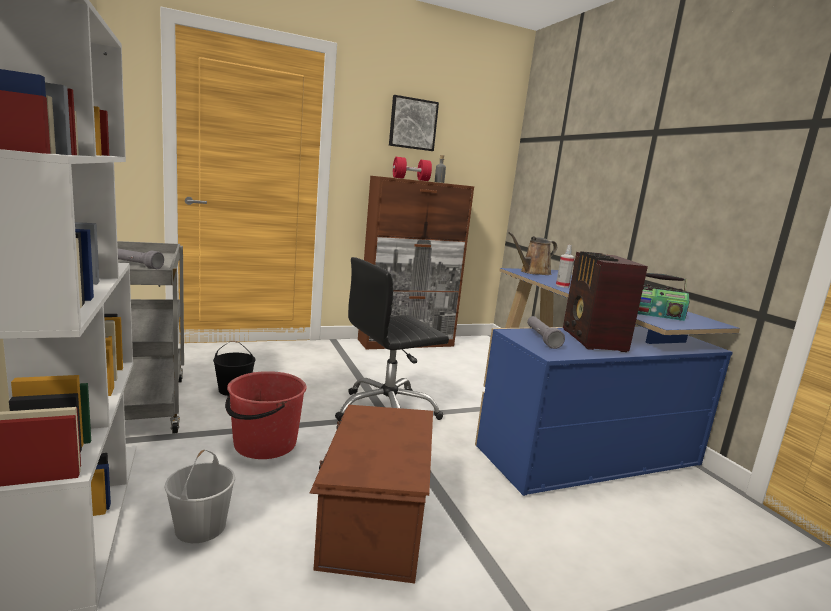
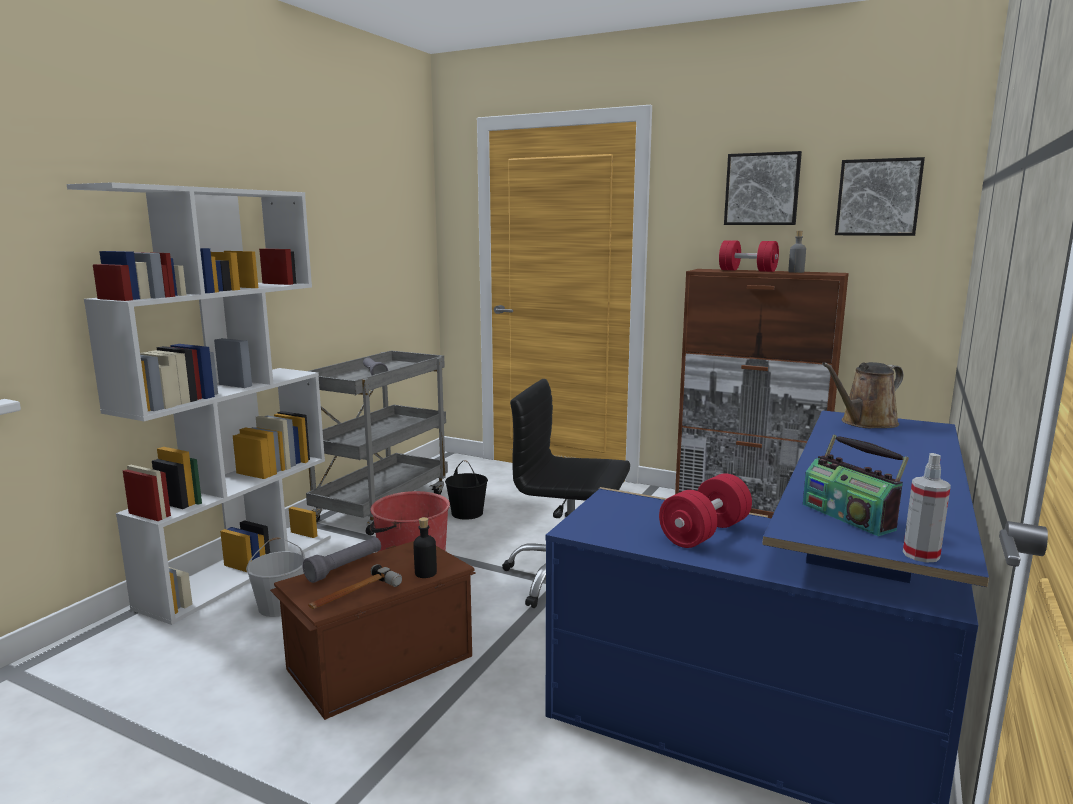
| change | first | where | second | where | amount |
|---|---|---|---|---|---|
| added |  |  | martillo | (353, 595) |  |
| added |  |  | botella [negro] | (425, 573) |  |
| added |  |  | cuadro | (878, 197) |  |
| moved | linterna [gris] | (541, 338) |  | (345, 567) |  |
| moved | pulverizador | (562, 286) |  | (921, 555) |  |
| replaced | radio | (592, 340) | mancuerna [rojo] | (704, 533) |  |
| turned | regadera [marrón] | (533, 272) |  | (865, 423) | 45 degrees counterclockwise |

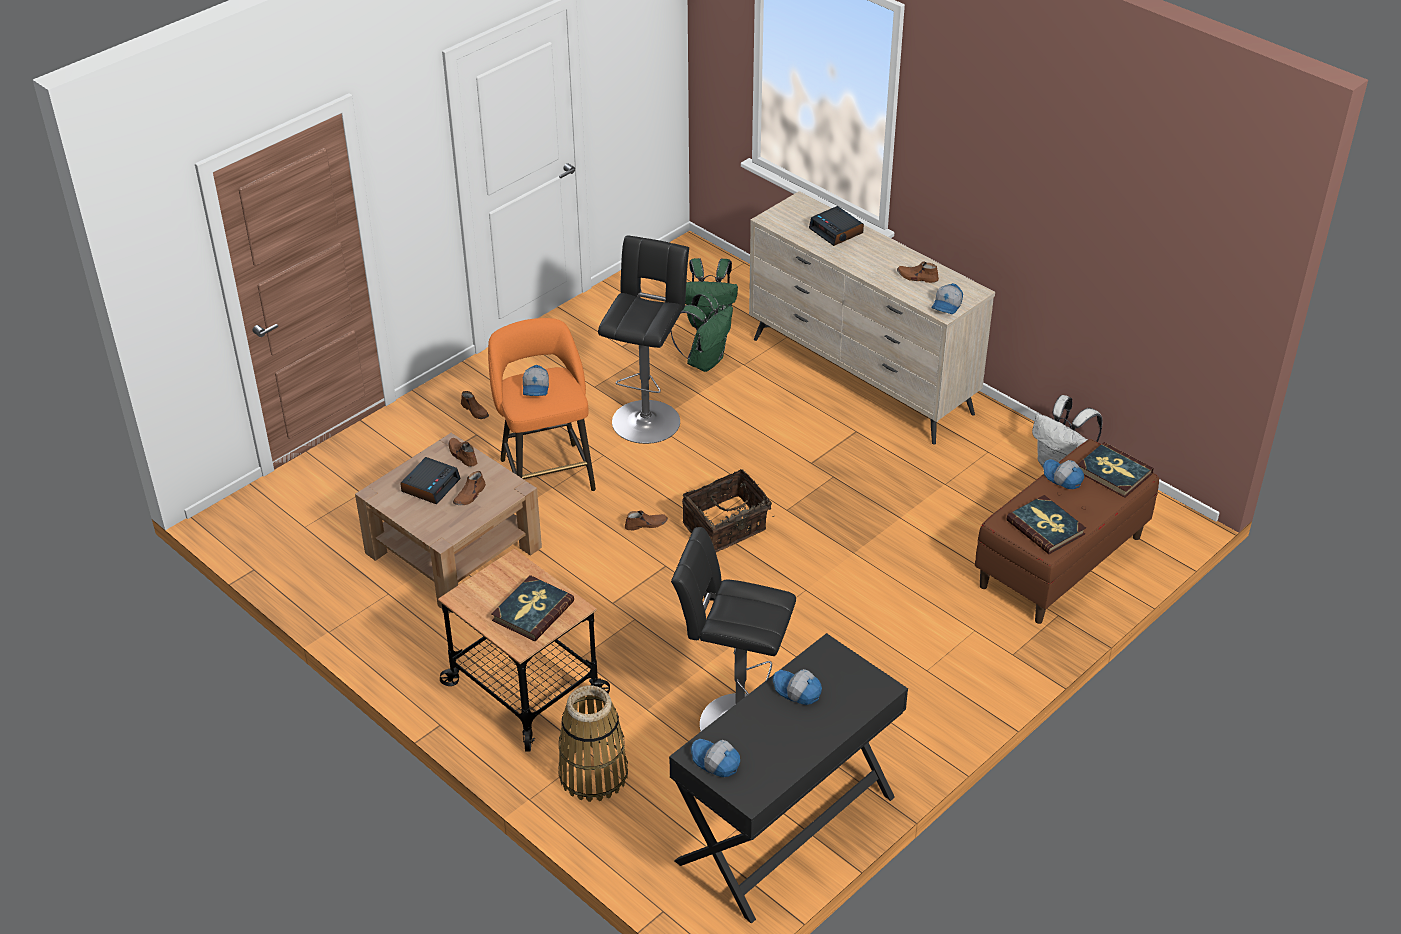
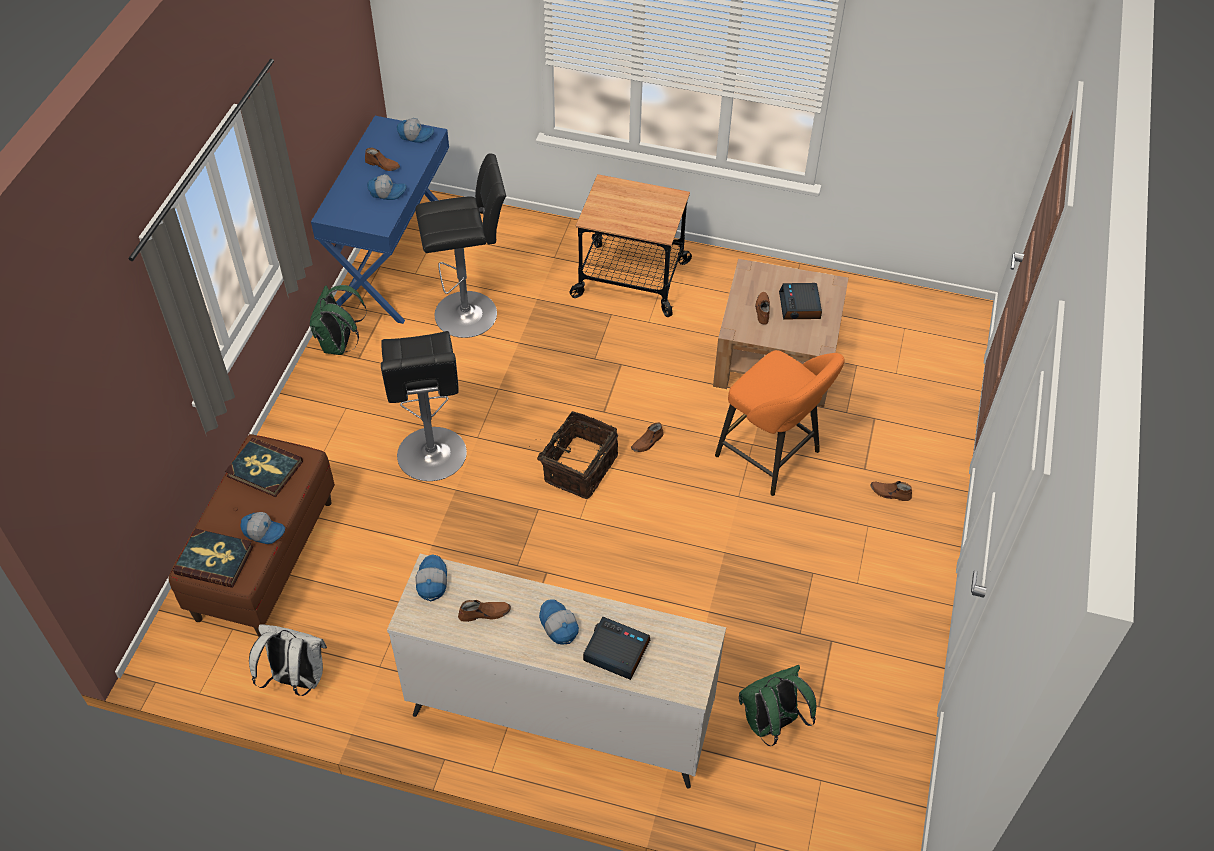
| change | first | where | second | where | amount |
|---|---|---|---|---|---|
| removed | libro | (532, 611) |  |  |  |
| removed | cesta | (593, 774) |  |  |  |
| moved | zapato [marrón] | (462, 455) |  | (383, 165) |  |
| moved | gorra | (536, 388) |  | (558, 626) |  |
| moved | taburete [negro] | (647, 418) |  | (432, 458) |  |
| moved | mochila [verde] | (704, 361) |  | (339, 345) |  |
| recoloured | escritorio [negro] | (787, 829) | escritorio [azul] | (394, 262) |  |

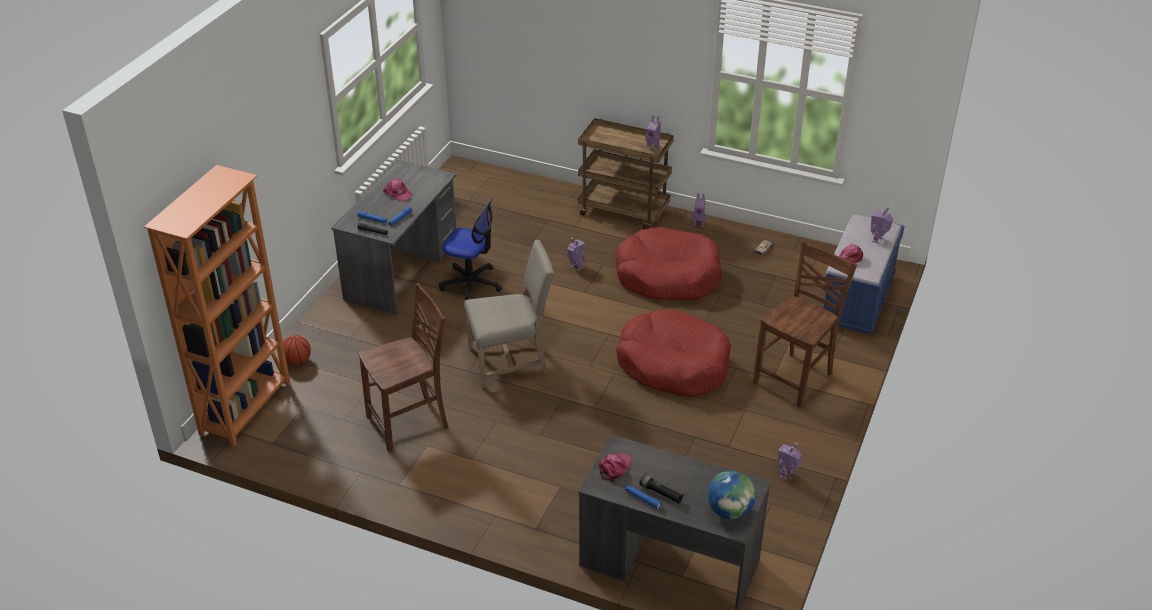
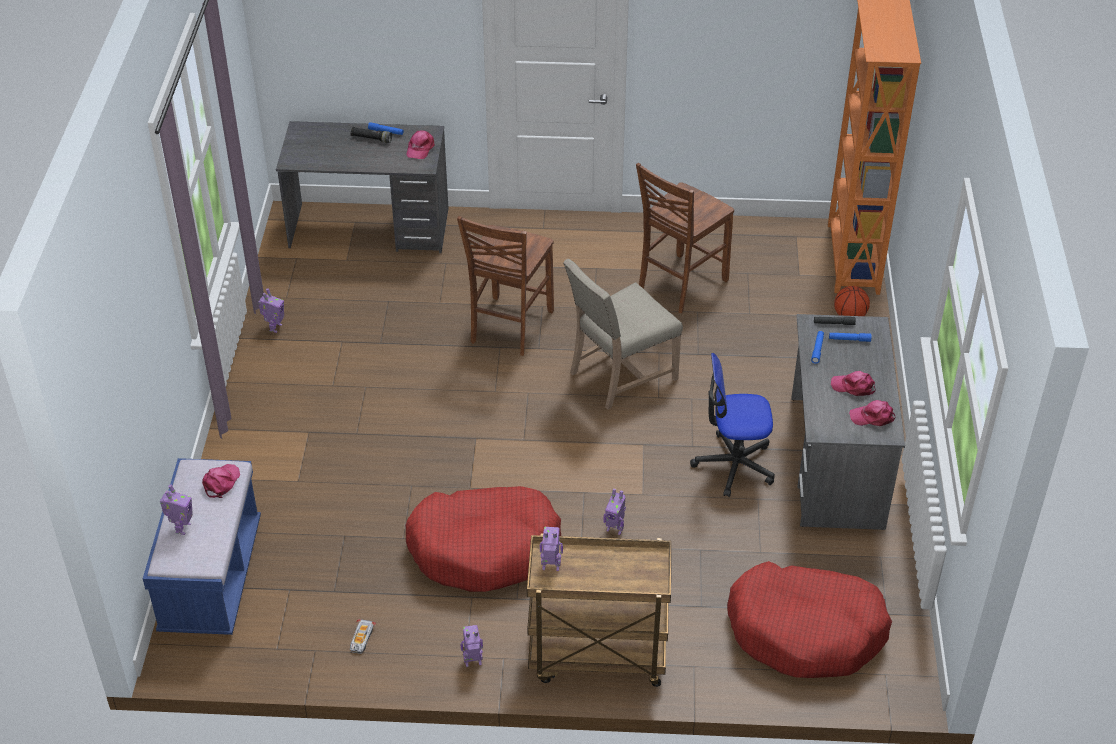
| change | first | where | second | where | amount |
|---|---|---|---|---|---|
| removed | globo terráqueo | (729, 511) |  |  |  |
| added |  |  | gorra [rosa] | (873, 417) |  |
| moved | cama para perro [rojo] | (673, 364) |  | (806, 631) |  |
| moved | silla [marrón] | (795, 379) |  | (509, 327) |  |

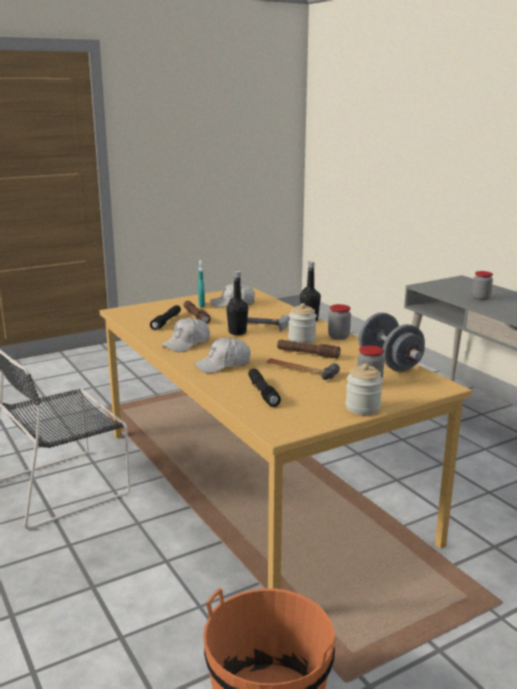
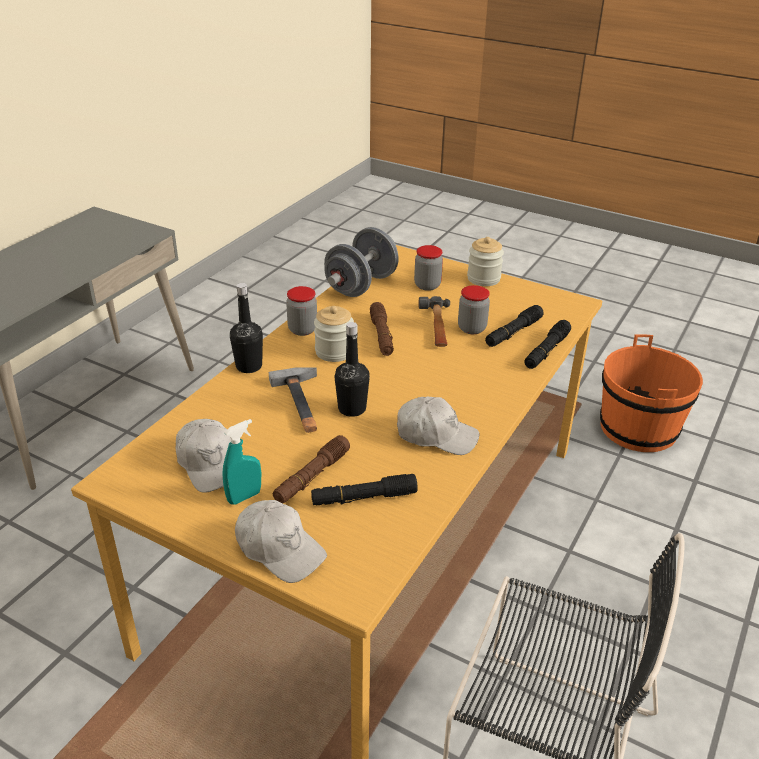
| change | first | where | second | where | amount |
|---|---|---|---|---|---|
| added |  |  | linterna [negro] | (546, 351) |  |
| moved | gorra [blanco] | (223, 365) |  | (279, 549) |  |
| moved | tarro | (480, 298) |  | (472, 328) |  |

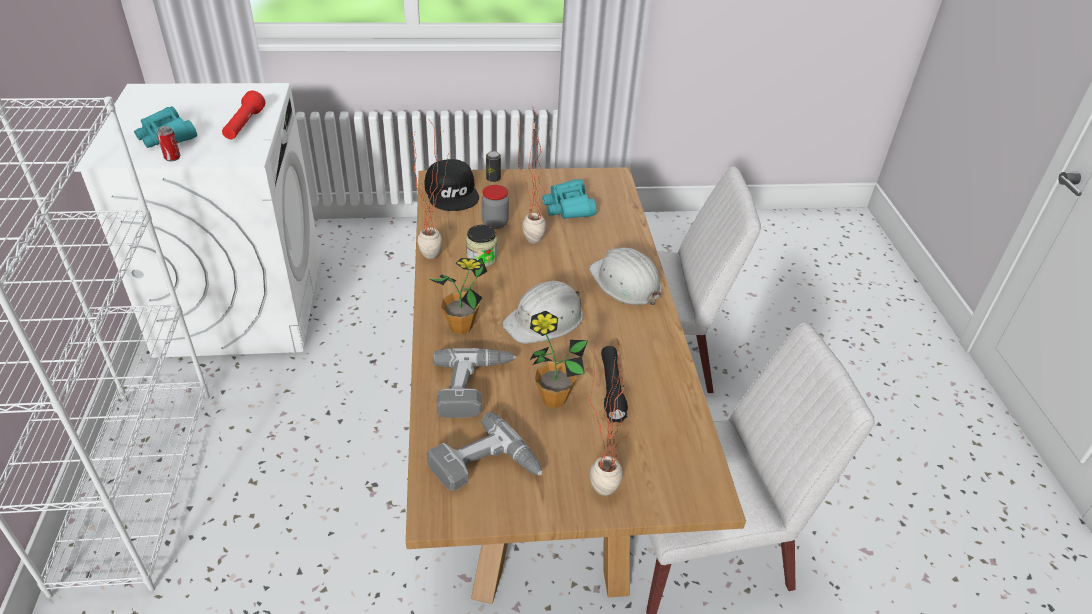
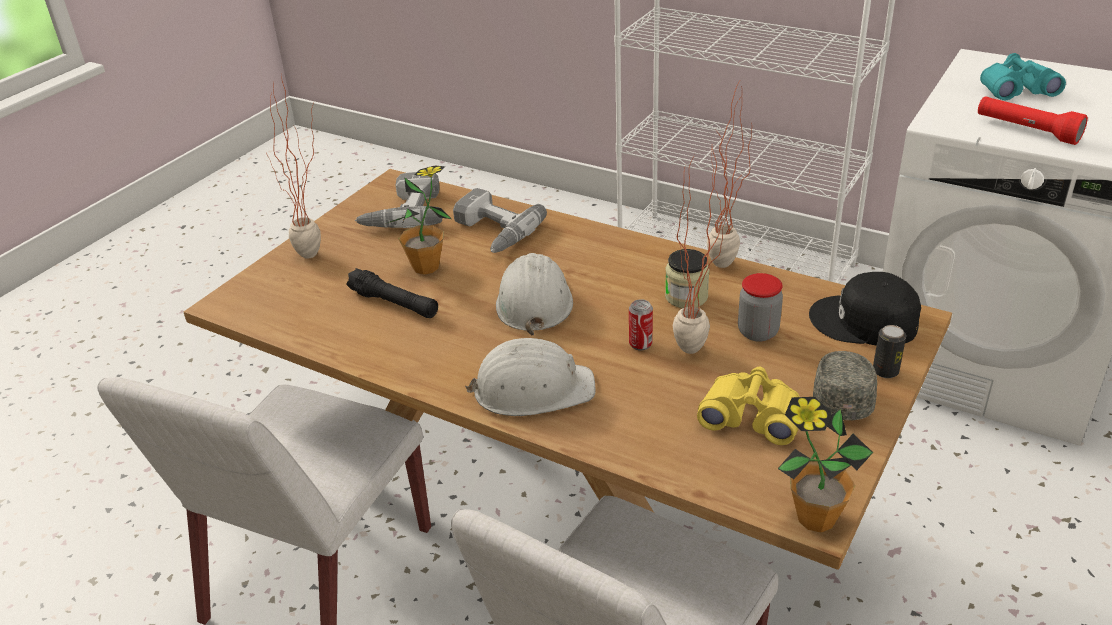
| change | first | where | second | where | amount |
|---|---|---|---|---|---|
| added |  |  | gorra [gris] | (842, 396) |  |
| moved | lata | (172, 158) |  | (640, 344) |  |
| moved | planta en maceta | (461, 327) |  | (816, 518) |  |
| recoloured | prismáticos [turquesa] | (568, 207) | prismáticos [amarillo] | (751, 416) |  |

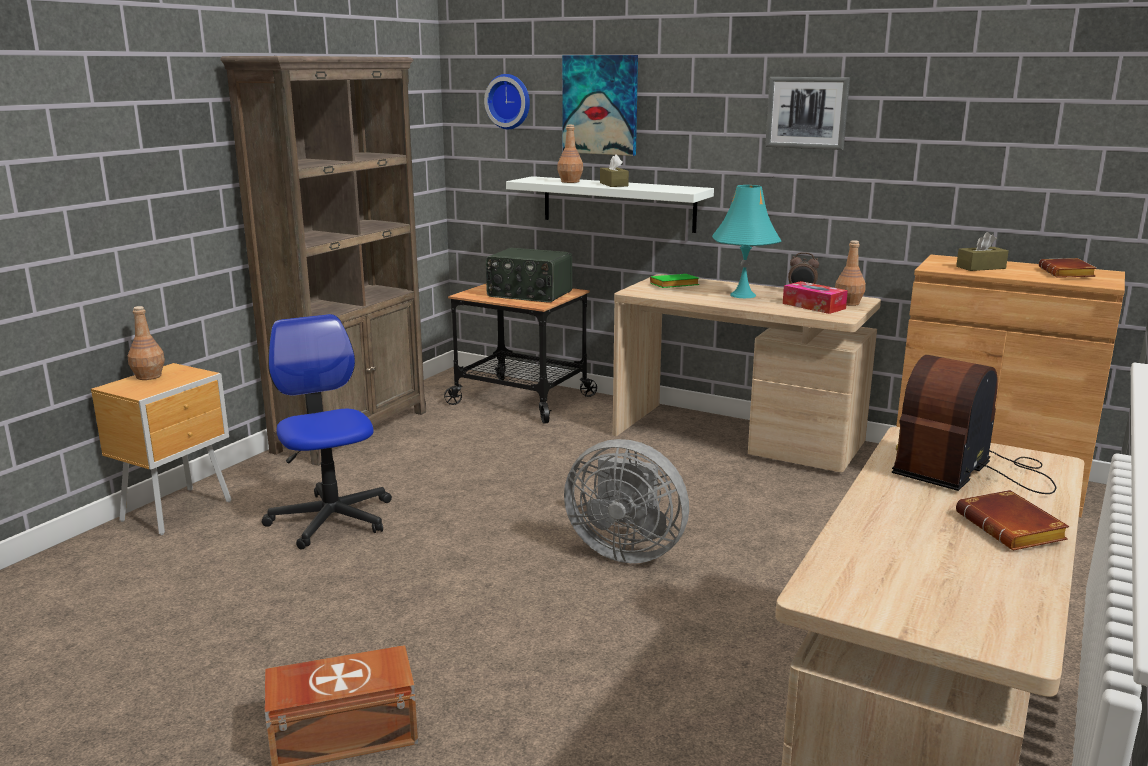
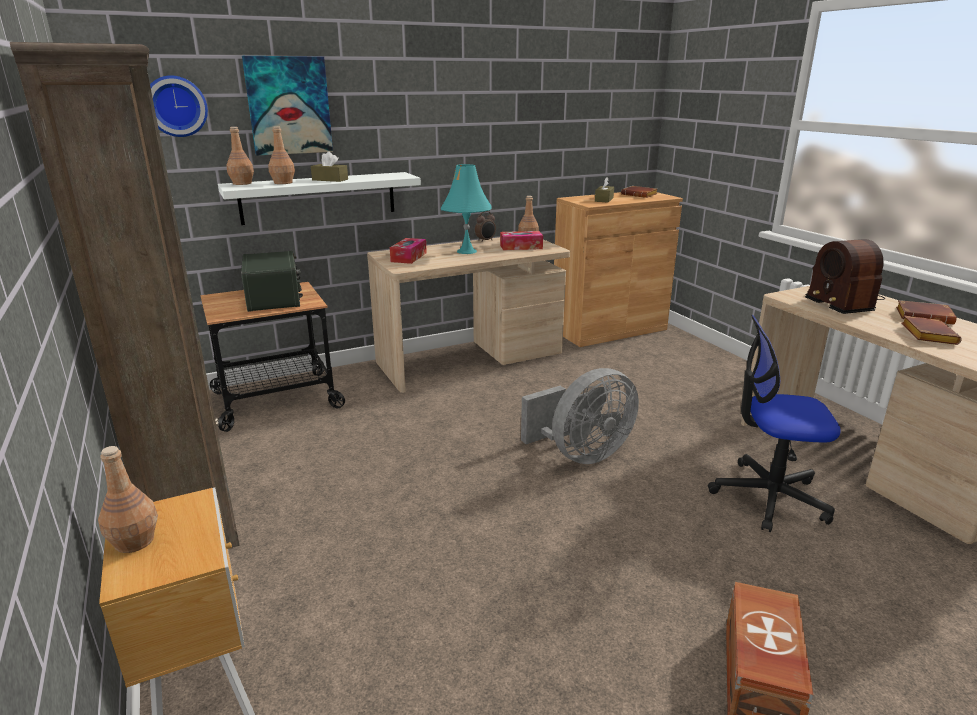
| change | first | where | second | where | amount |
|---|---|---|---|---|---|
| removed | cuadro | (807, 112) |  |  |  |
| added |  |  | botella [marrón] | (242, 183) |  |
| added |  |  | libro [marrón] | (926, 334) |  |
| moved | silla de oficina | (331, 519) |  | (768, 496) |  |
| replaced | libro [verde] | (673, 286) | caja de pañuelos | (408, 257) |  |
| turned | radio | (529, 294) |  | (275, 298) | 75 degrees counterclockwise |

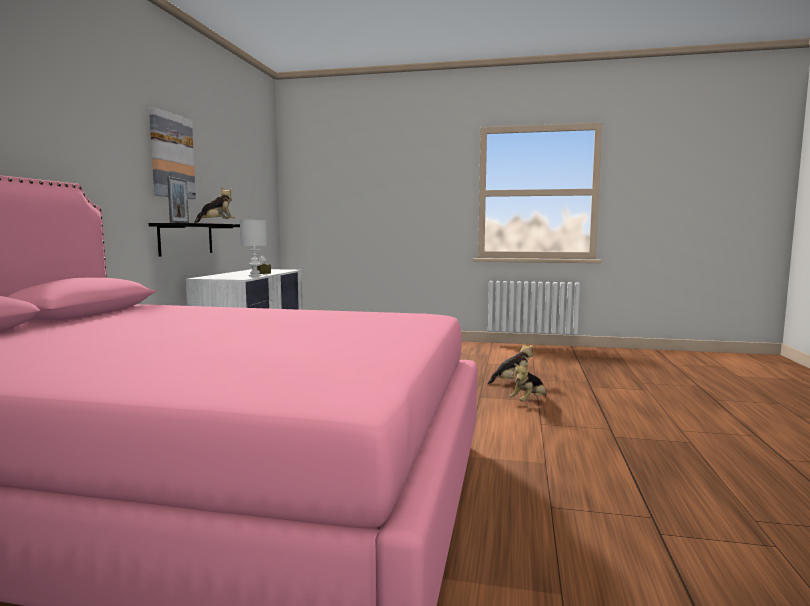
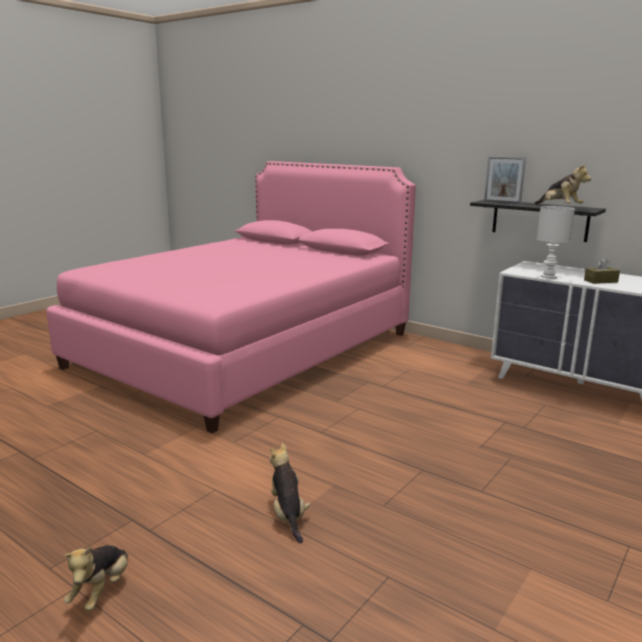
| change | first | where | second | where | amount |
|---|---|---|---|---|---|
| removed | cuadro | (171, 156) |  |  |  |
| moved | peluche | (512, 382) |  | (101, 591) |  |

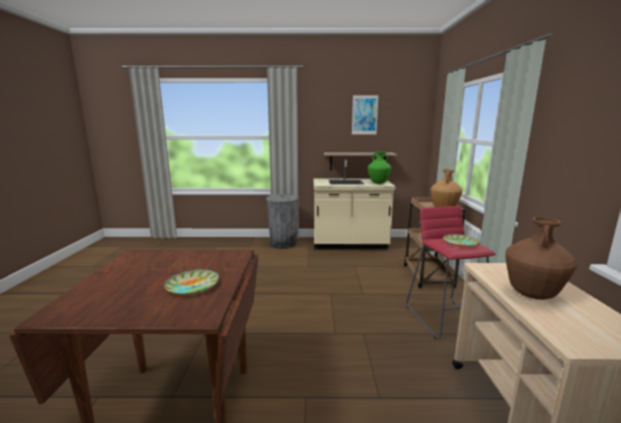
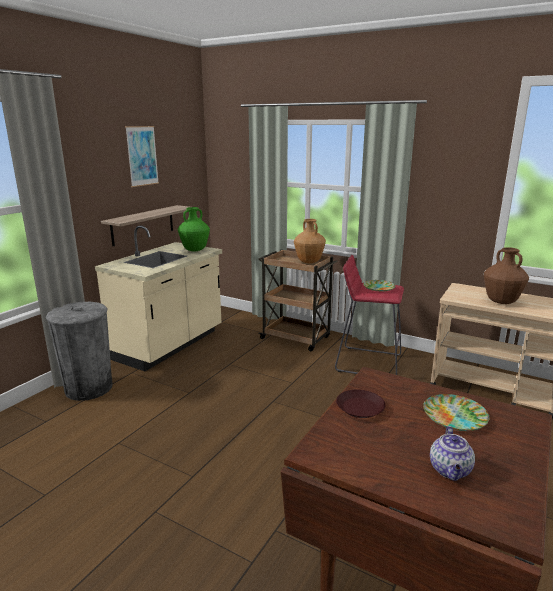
| change | first | where | second | where | amount |
|---|---|---|---|---|---|
| added |  |  | plato [marrón] | (359, 407) |  |
| added |  |  | tetera | (450, 471) |  |

